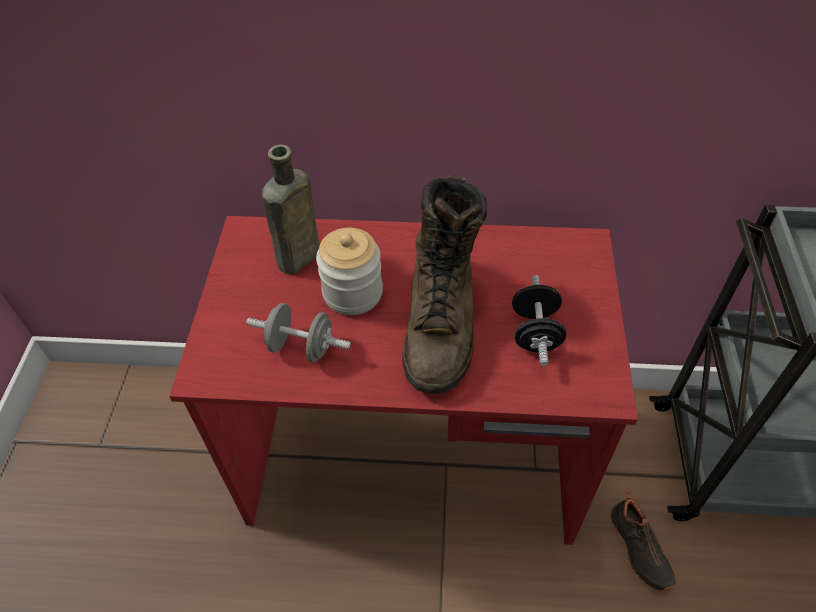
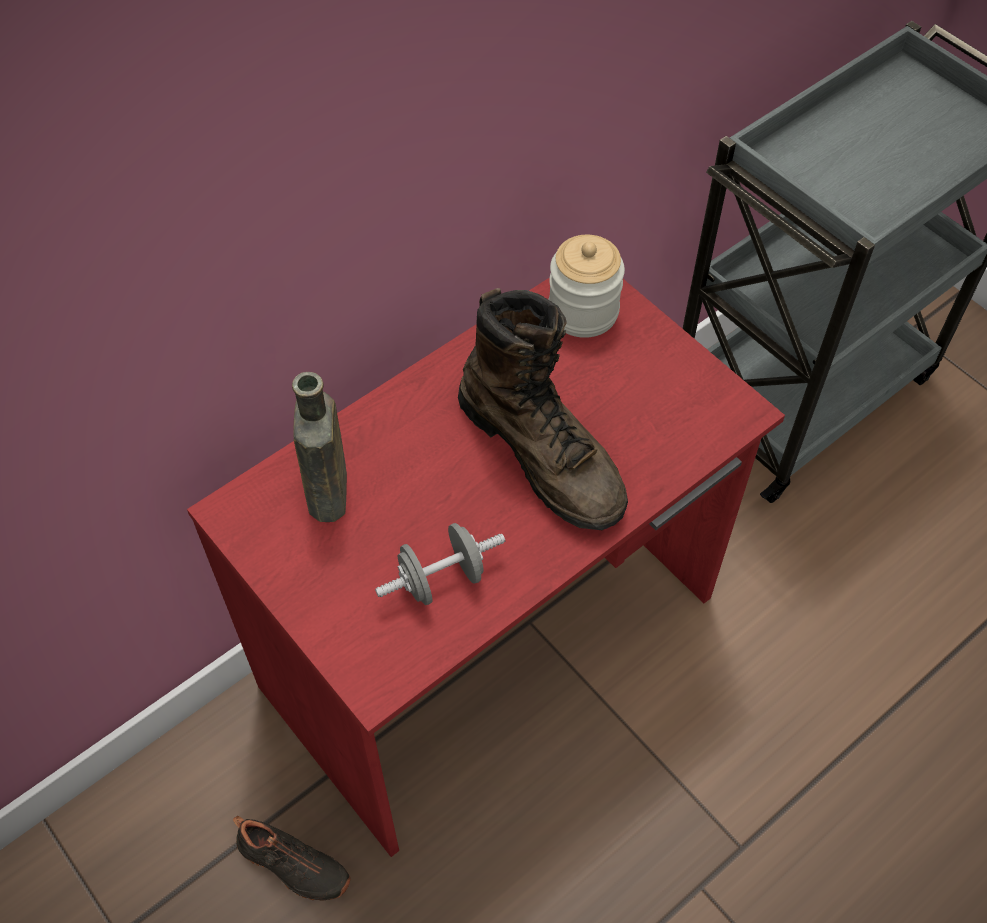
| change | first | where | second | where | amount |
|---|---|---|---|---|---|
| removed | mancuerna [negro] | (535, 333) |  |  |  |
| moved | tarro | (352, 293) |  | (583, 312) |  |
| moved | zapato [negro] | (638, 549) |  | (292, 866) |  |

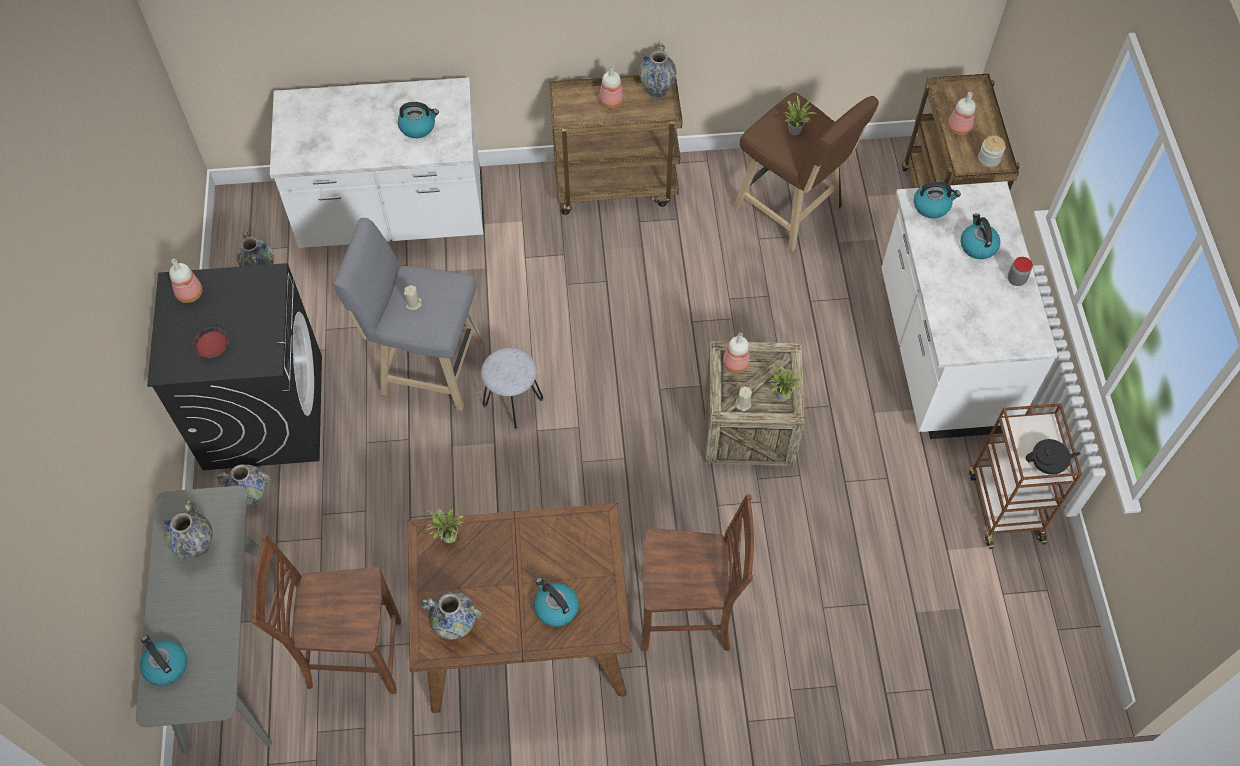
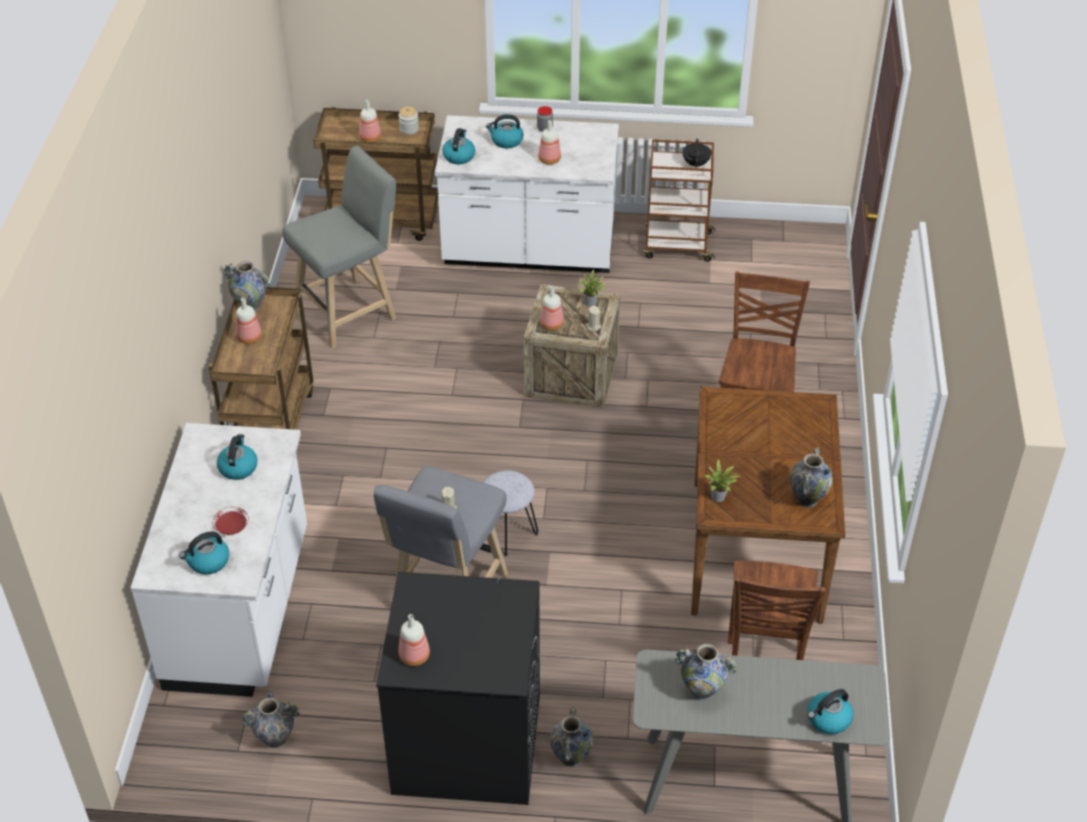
| change | first | where | second | where | amount |
|---|---|---|---|---|---|
| removed | planta en maceta | (795, 129) |  |  |  |
| added |  |  | botella | (549, 160) |  |
| moved | plato [rojo] | (213, 348) |  | (232, 528) |  |
| moved | hervidor | (555, 607) |  | (208, 562) |  |
| recoloured | taburete [marrón] | (791, 211) | taburete [gris] | (350, 311) |  |

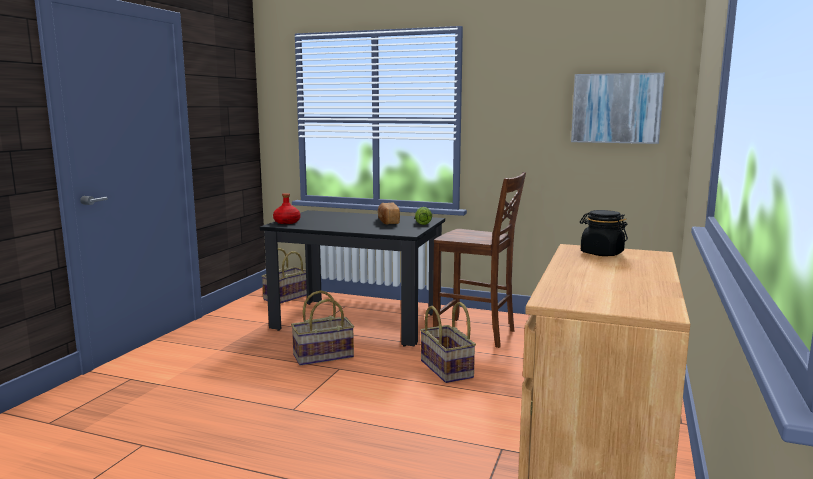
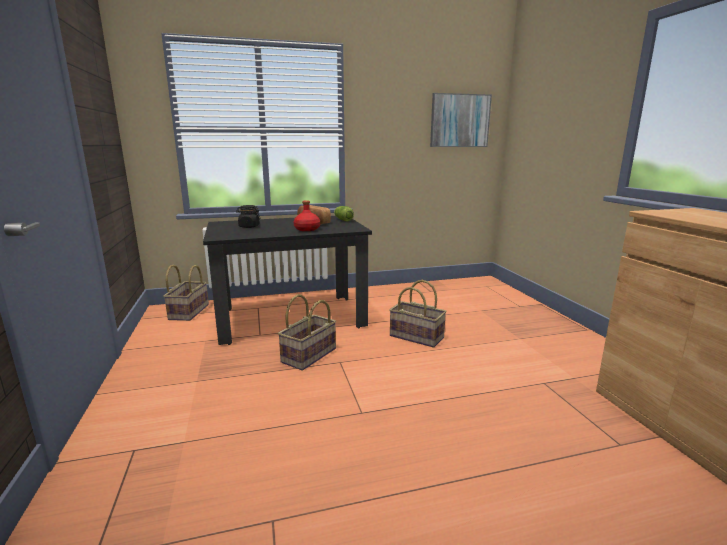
| change | first | where | second | where | amount |
|---|---|---|---|---|---|
| removed | silla [marrón] | (476, 334) |  |  |  |
| moved | botella [rojo] | (287, 222) |  | (307, 229) |  |
| moved | tarro [negro] | (601, 253) |  | (249, 226) |  |

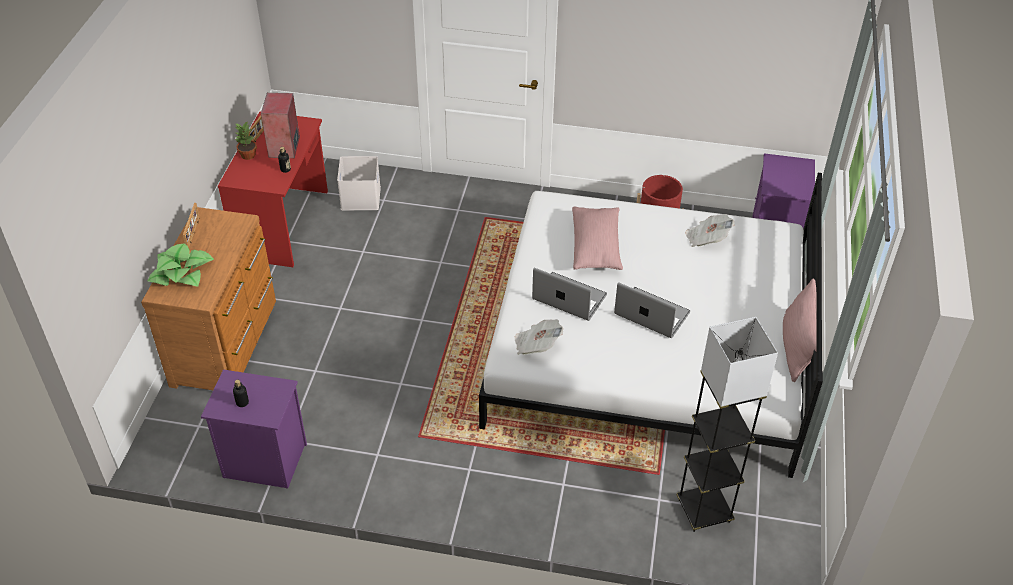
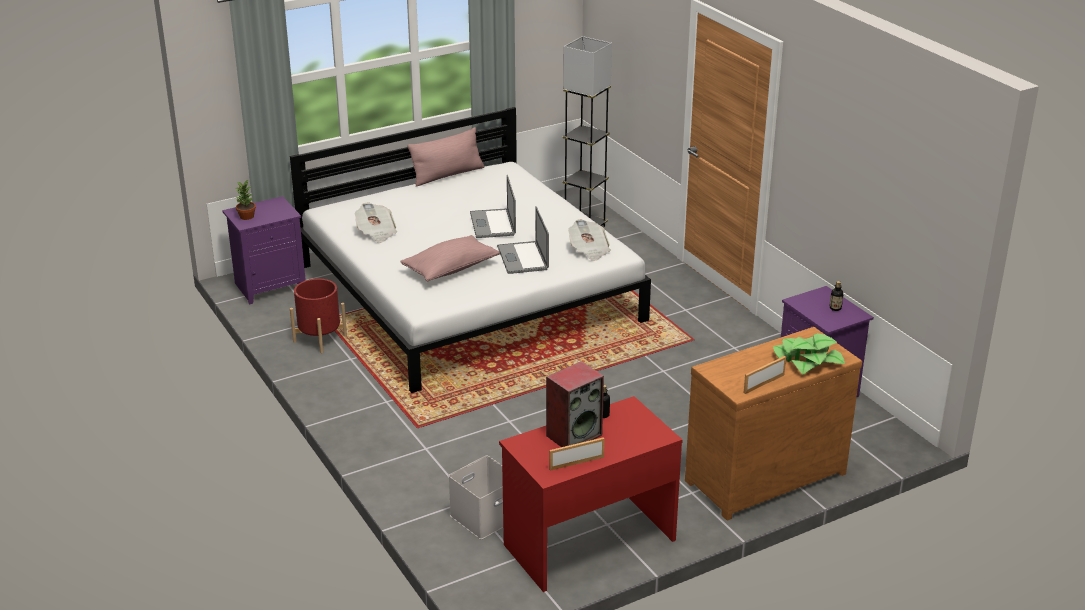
| change | first | where | second | where | amount |
|---|---|---|---|---|---|
| moved | planta en maceta | (247, 155) |  | (247, 216) |  |

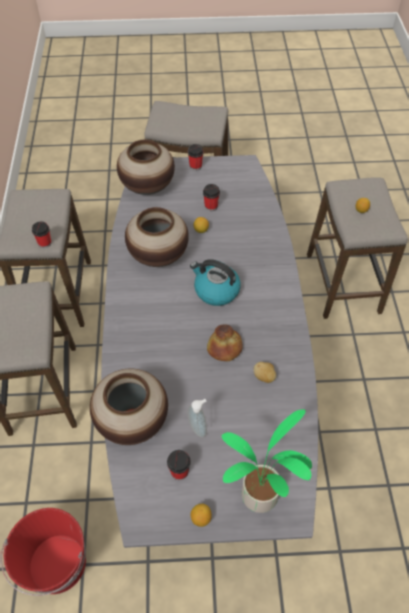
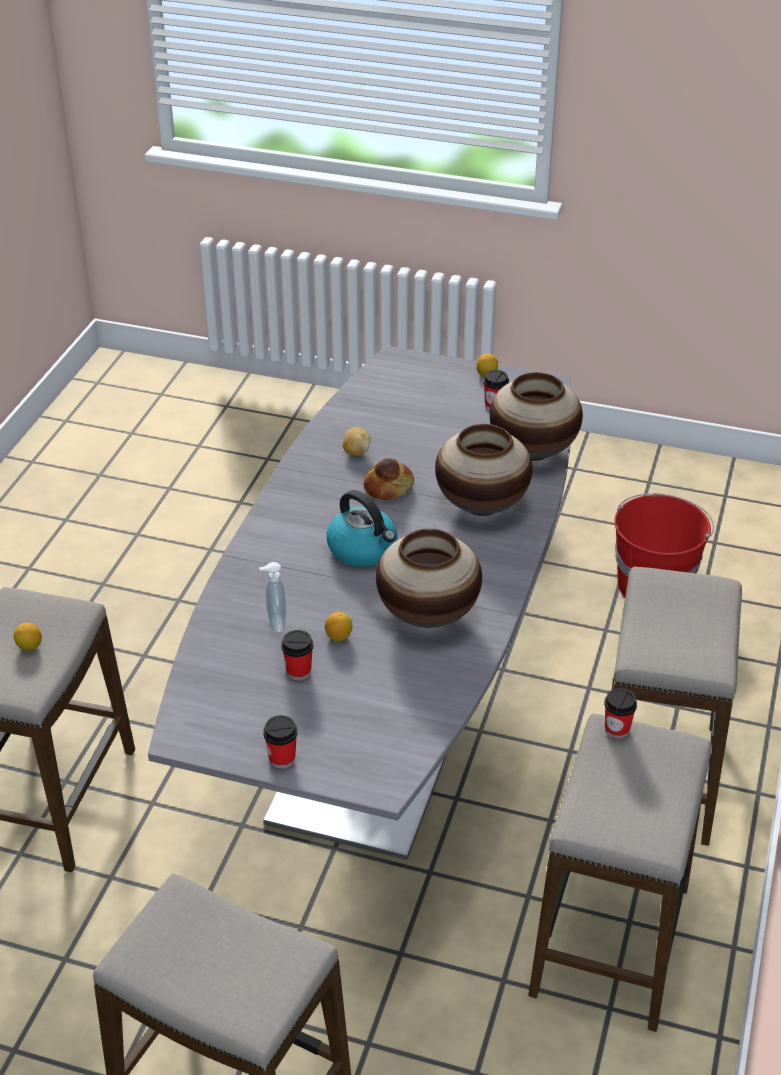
| change | first | where | second | where | amount |
|---|---|---|---|---|---|
| removed | planta en maceta | (259, 498) |  |  |  |
| moved | florero | (148, 187) |  | (481, 505) |  |
| moved | dispensador de jabón | (198, 427) |  | (275, 624) |  |

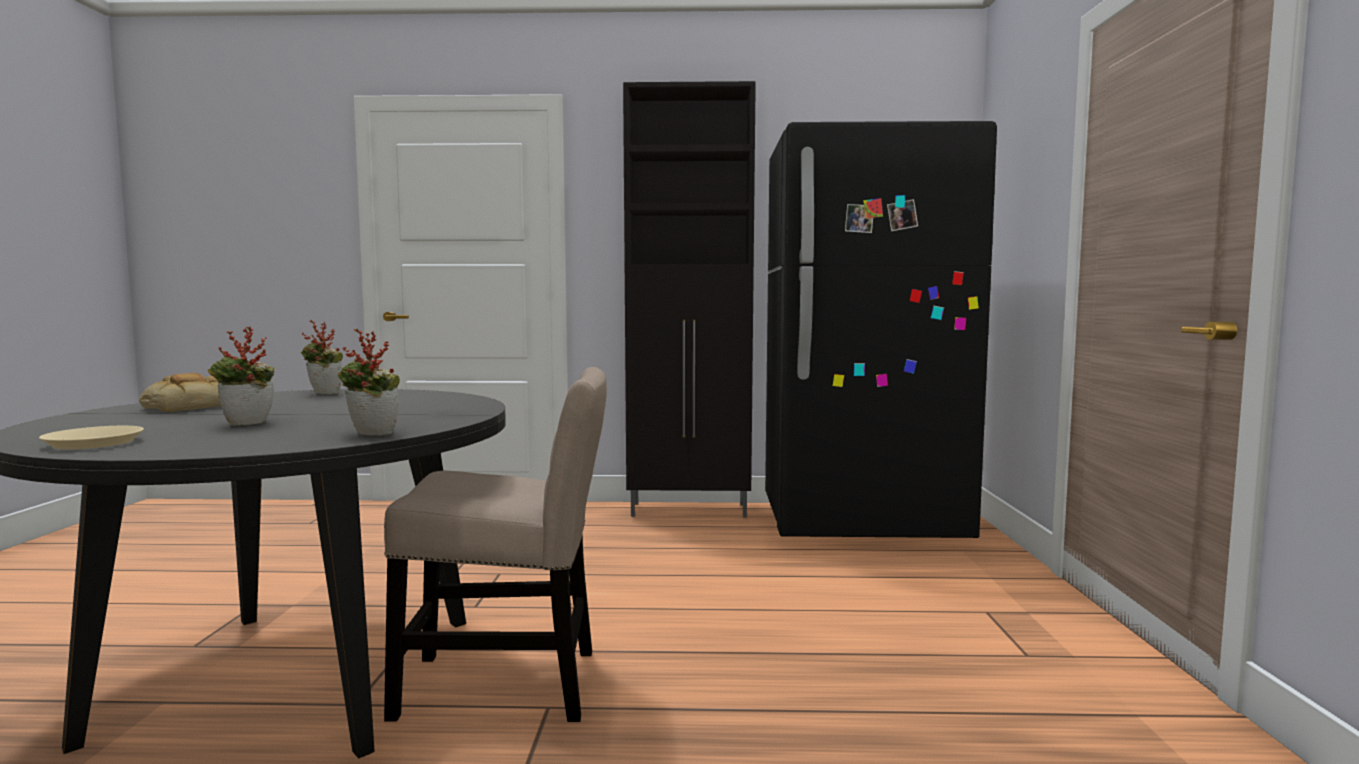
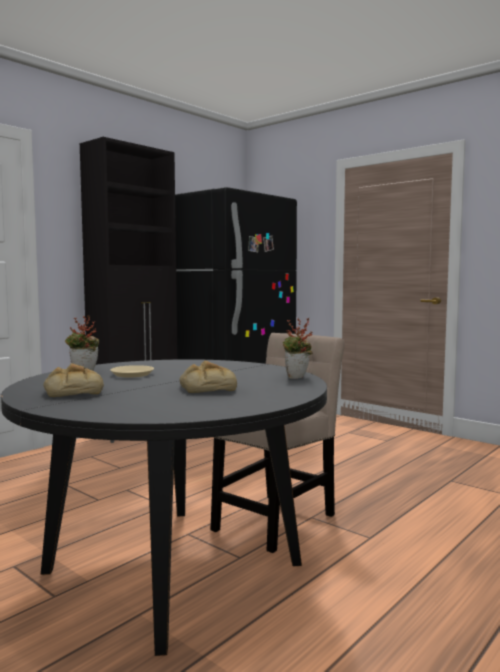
| change | first | where | second | where | amount |
|---|---|---|---|---|---|
| moved | plato [beis] | (94, 443) |  | (132, 374) |  |
| replaced | planta en maceta | (246, 424) | pan | (207, 387) |  |

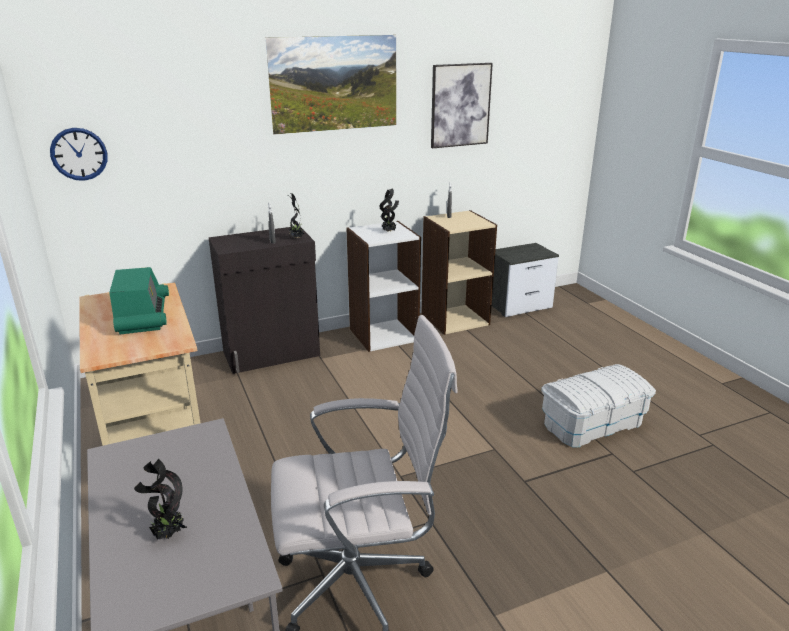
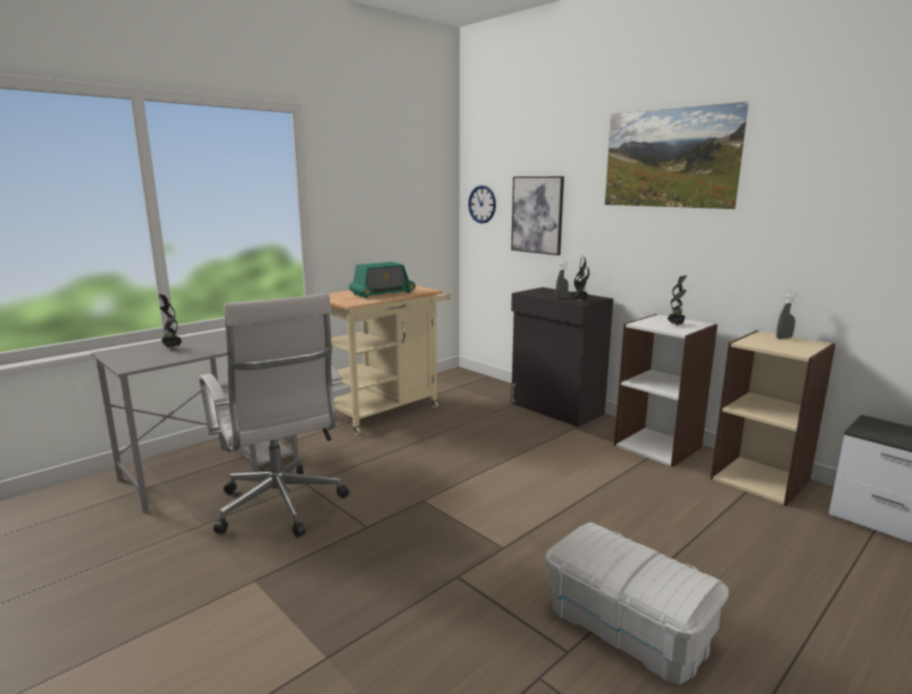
| change | first | where | second | where | amount |
|---|---|---|---|---|---|
| moved | cuadro | (460, 105) |  | (537, 215) |  |

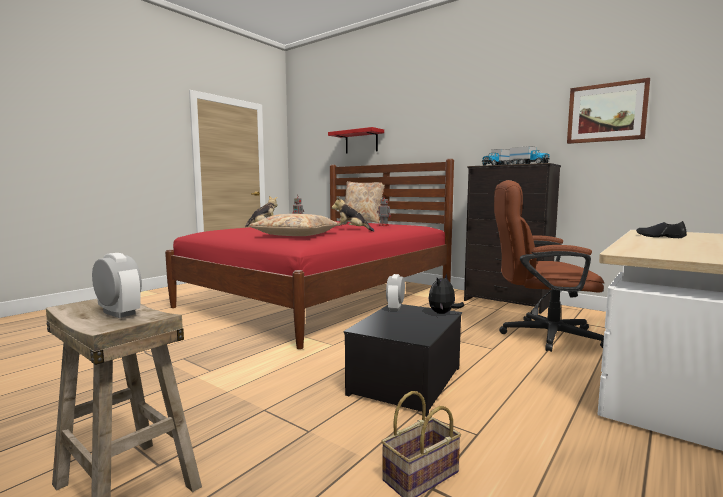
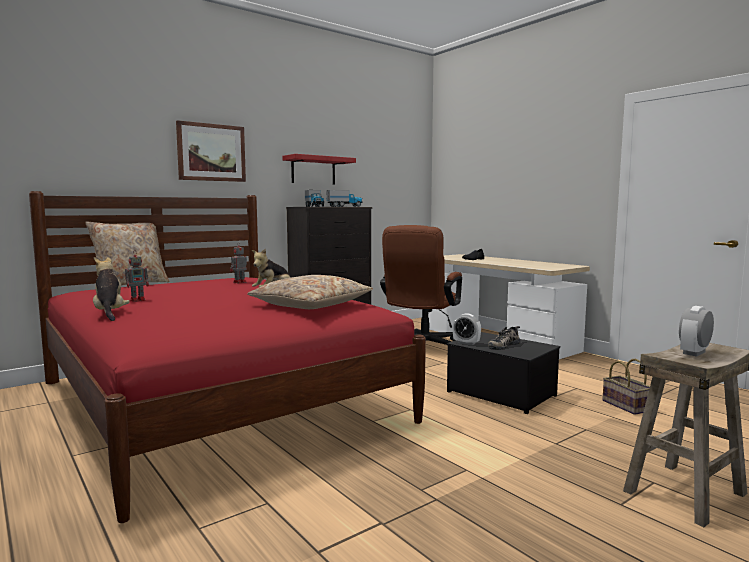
| change | first | where | second | where | amount |
|---|---|---|---|---|---|
| removed | peluche | (443, 313) |  |  |  |
| added |  |  | zapato | (503, 345) |  |
| moved | estante [rojo] | (361, 142) |  | (313, 170) |  |
| moved | cuadro | (606, 113) |  | (211, 152) |  |

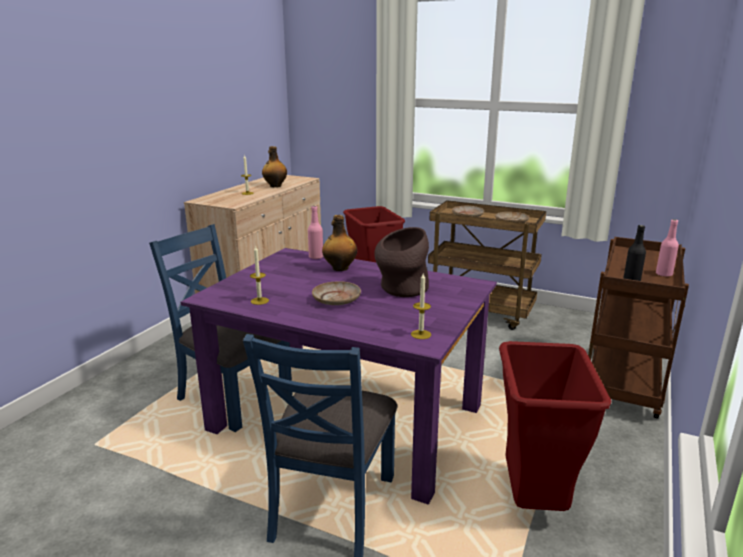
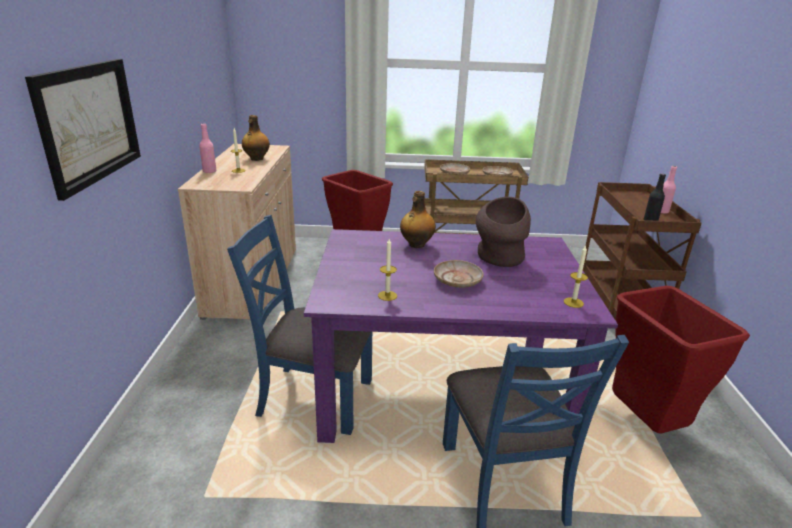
| change | first | where | second | where | amount |
|---|---|---|---|---|---|
| added |  |  | cuadro | (89, 123) |  |
| moved | botella [rosa] | (316, 257) |  | (209, 171) |  |

